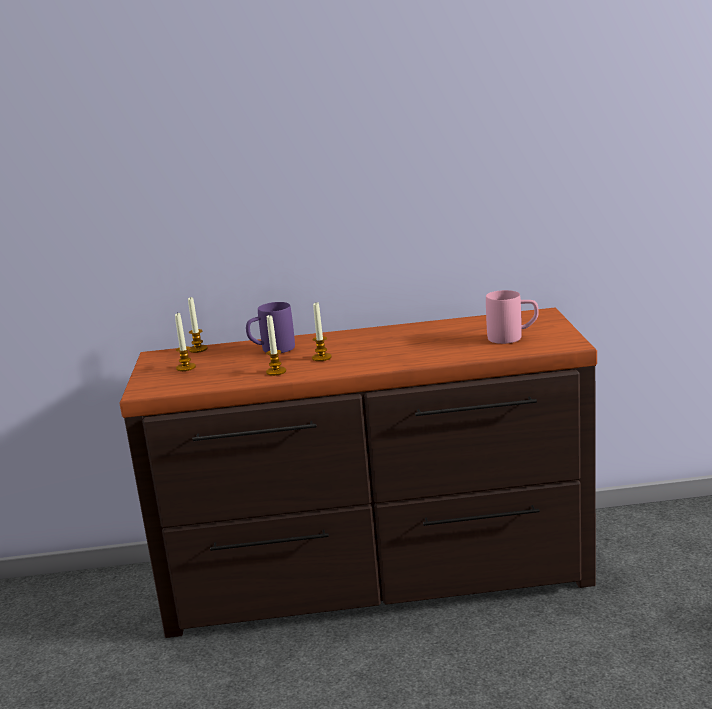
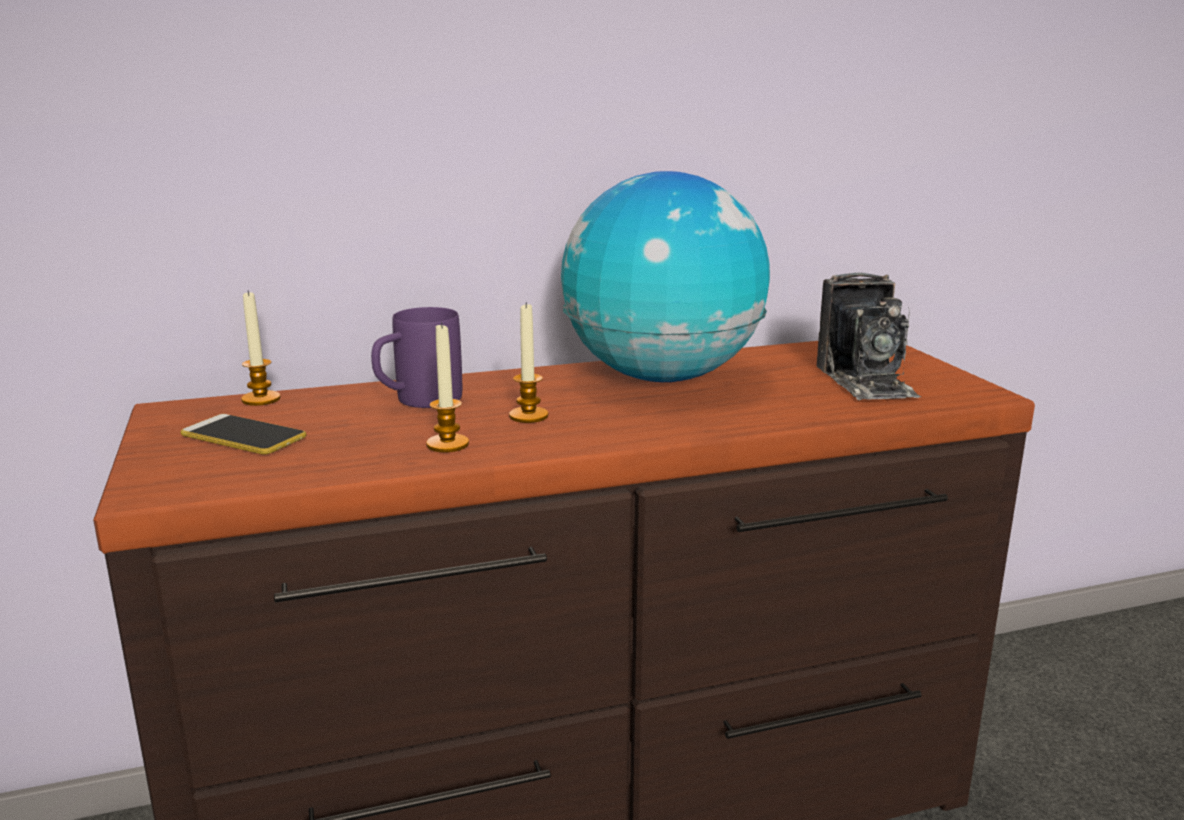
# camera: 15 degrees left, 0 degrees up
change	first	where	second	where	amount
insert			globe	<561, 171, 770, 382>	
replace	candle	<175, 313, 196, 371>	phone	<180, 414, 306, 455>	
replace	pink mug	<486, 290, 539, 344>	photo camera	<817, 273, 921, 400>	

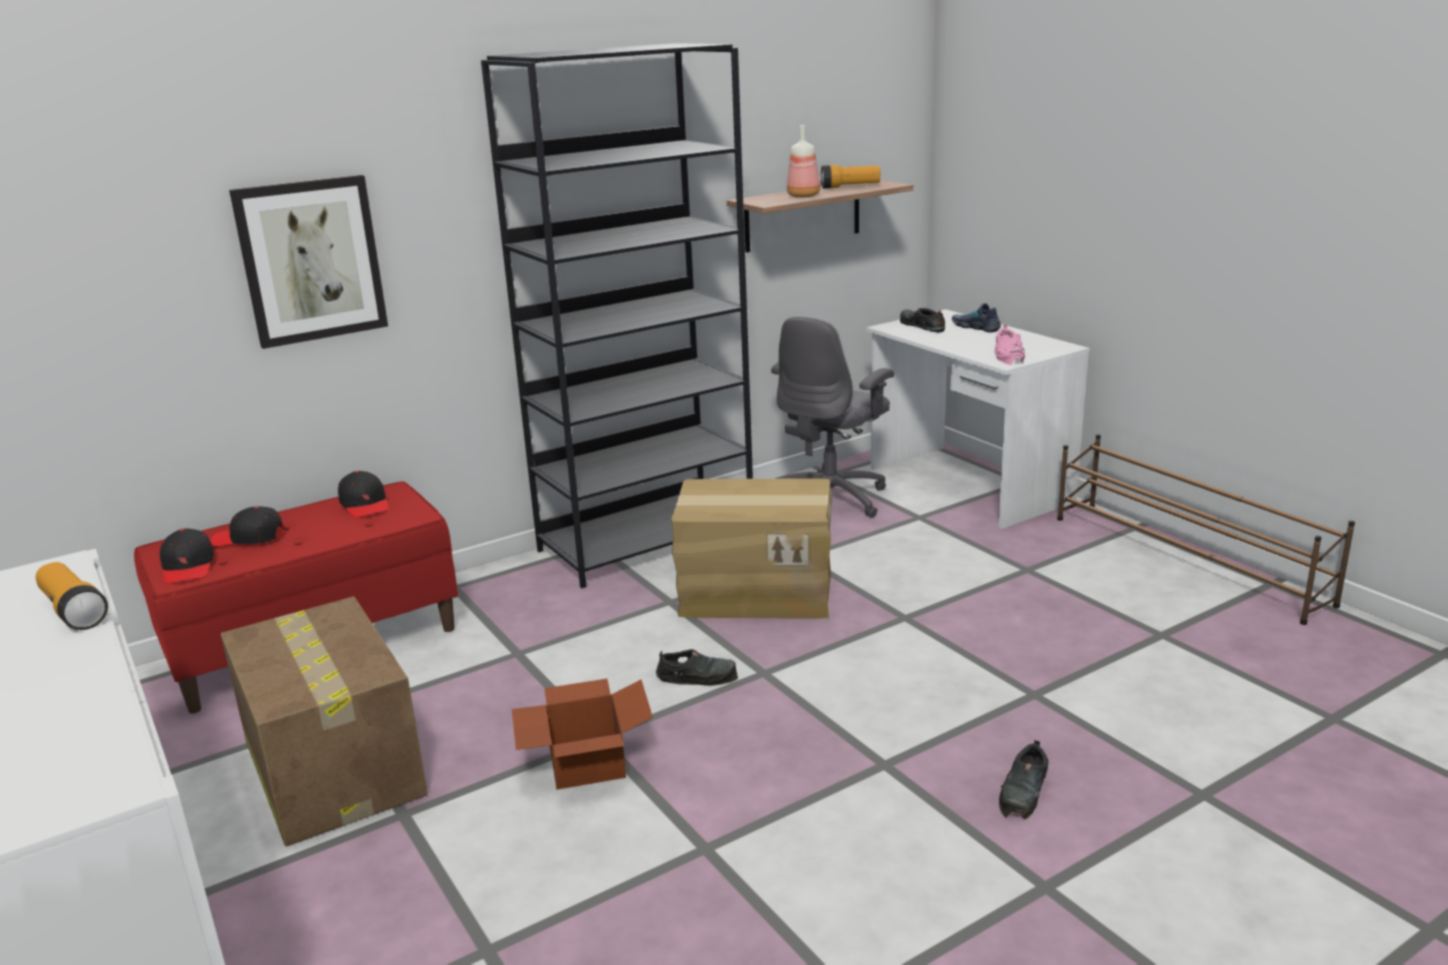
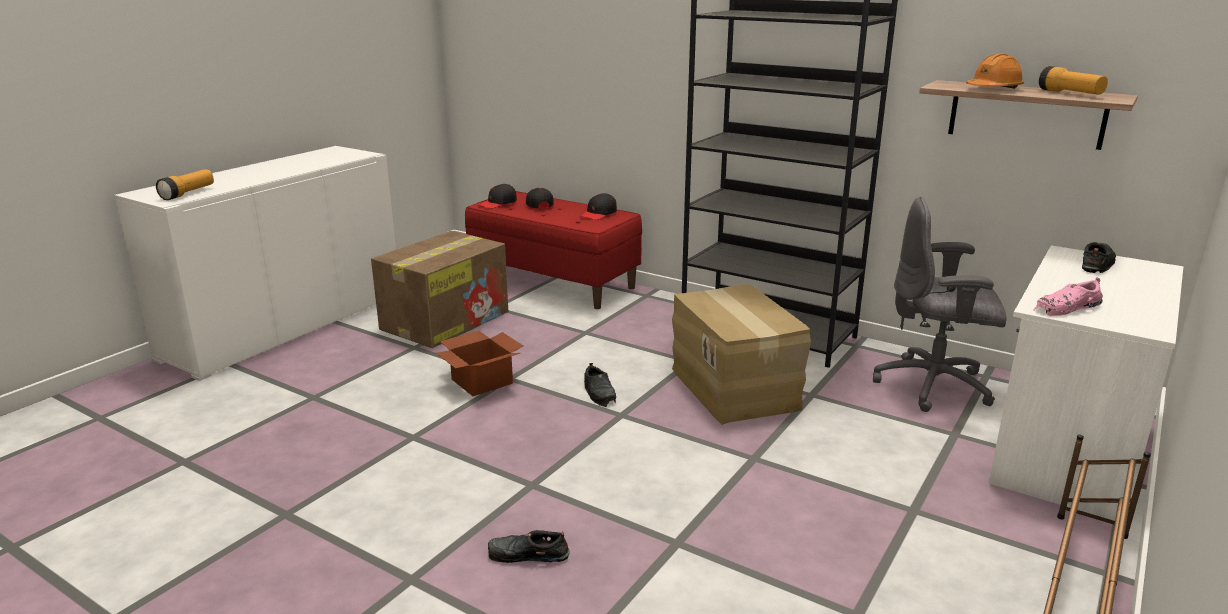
# camera: 65 degrees right, 0 degrees up
change	first	where	second	where	amount
delete	picture	<229, 175, 388, 349>			
delete	shoe	<952, 303, 1001, 333>			
move	flashlight	<36, 562, 108, 630>		<156, 169, 214, 200>	
replace	bottle	<787, 125, 820, 198>	orange hard hat	<966, 53, 1024, 89>	

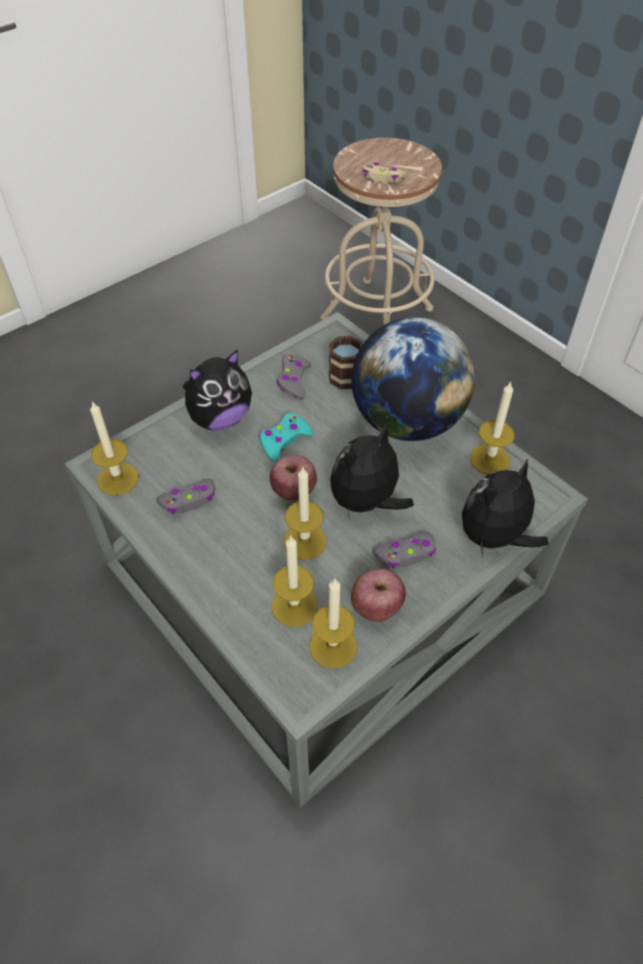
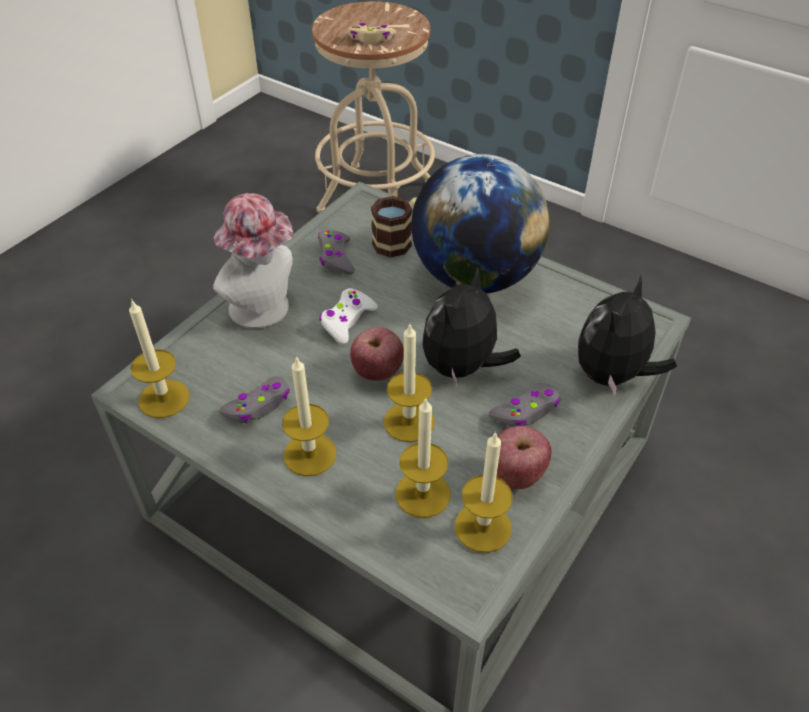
# camera: 15 degrees left, 5 degrees down
change	first	where	second	where	amount
move	candle	<470, 381, 515, 475>		<282, 356, 336, 476>	
replace	plush toy	<183, 349, 252, 431>	hat	<213, 193, 293, 328>	
recolor	turquoise game controller	<259, 413, 313, 462>	white game controller	<319, 288, 378, 345>	

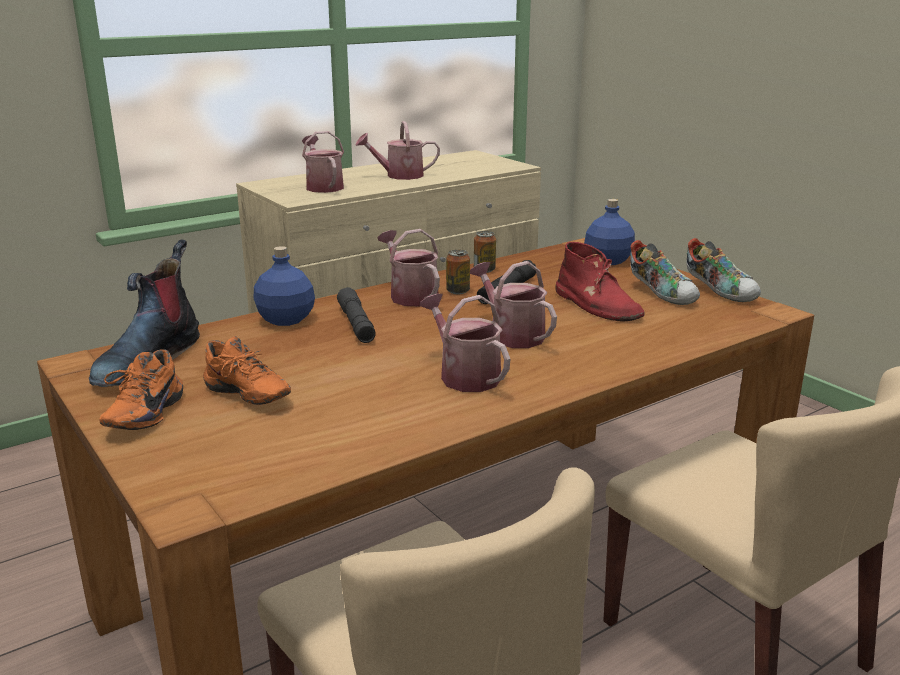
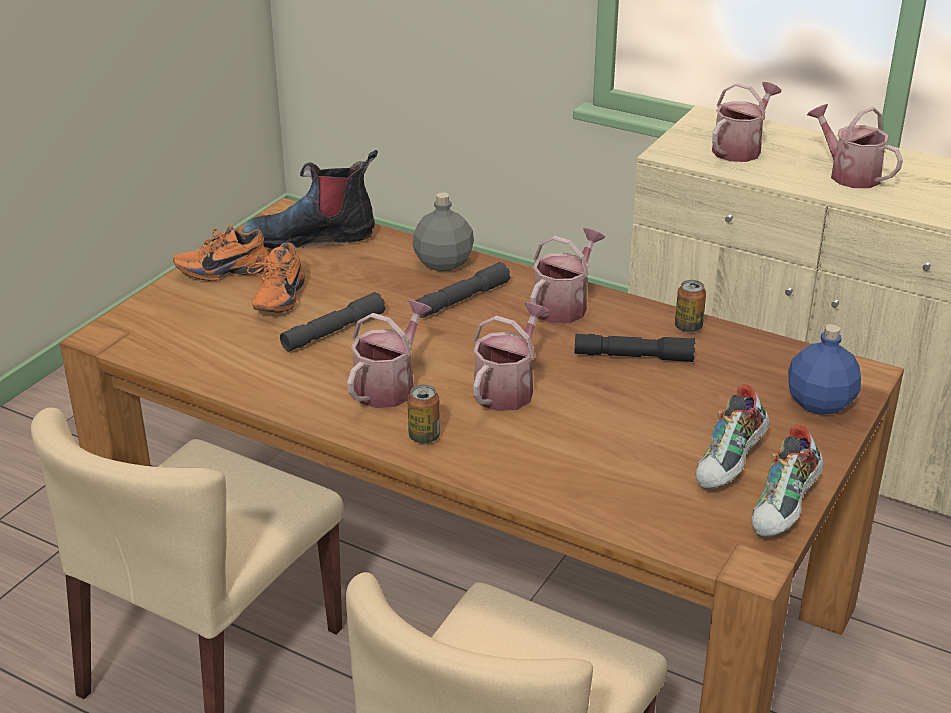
# camera: 65 degrees right, 10 degrees up
change	first	where	second	where	amount
delete	red boot	<555, 242, 645, 321>			
insert			grey flashlight	<280, 292, 386, 351>	
move	can	<446, 250, 470, 294>		<407, 385, 440, 444>	
recolor	blue bottle	<254, 246, 315, 326>	grey bottle	<412, 192, 474, 272>	

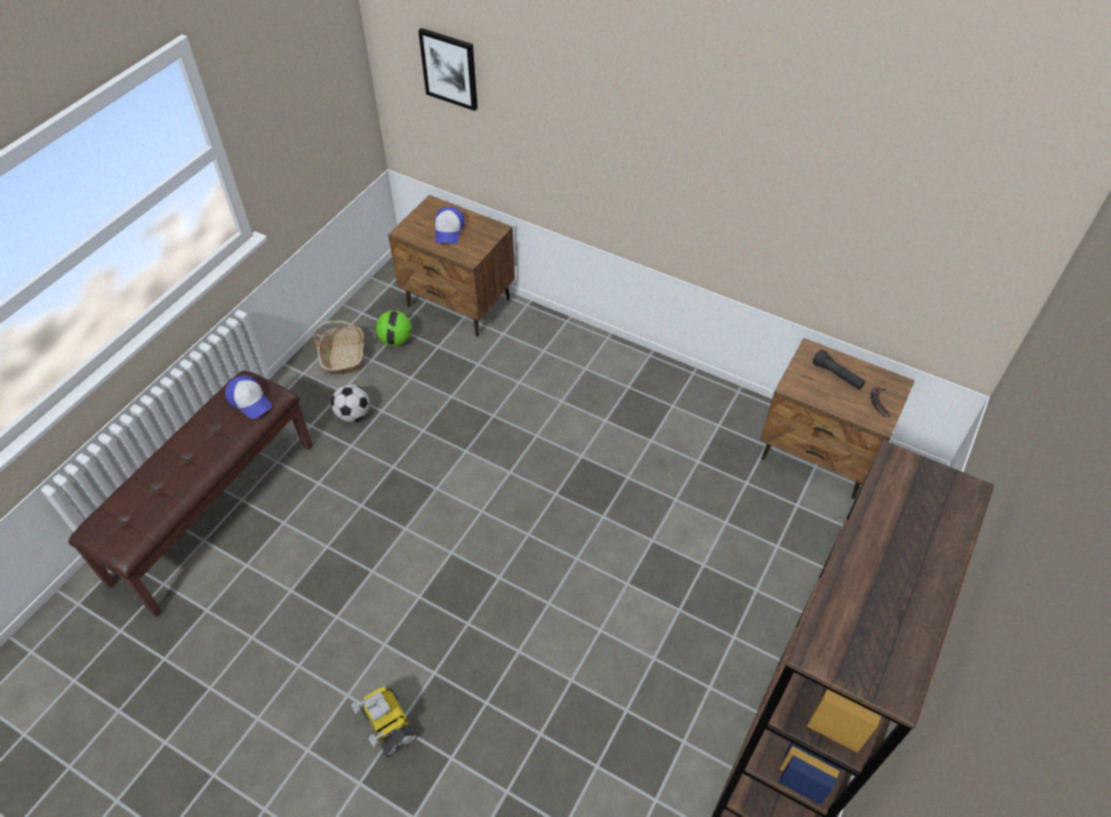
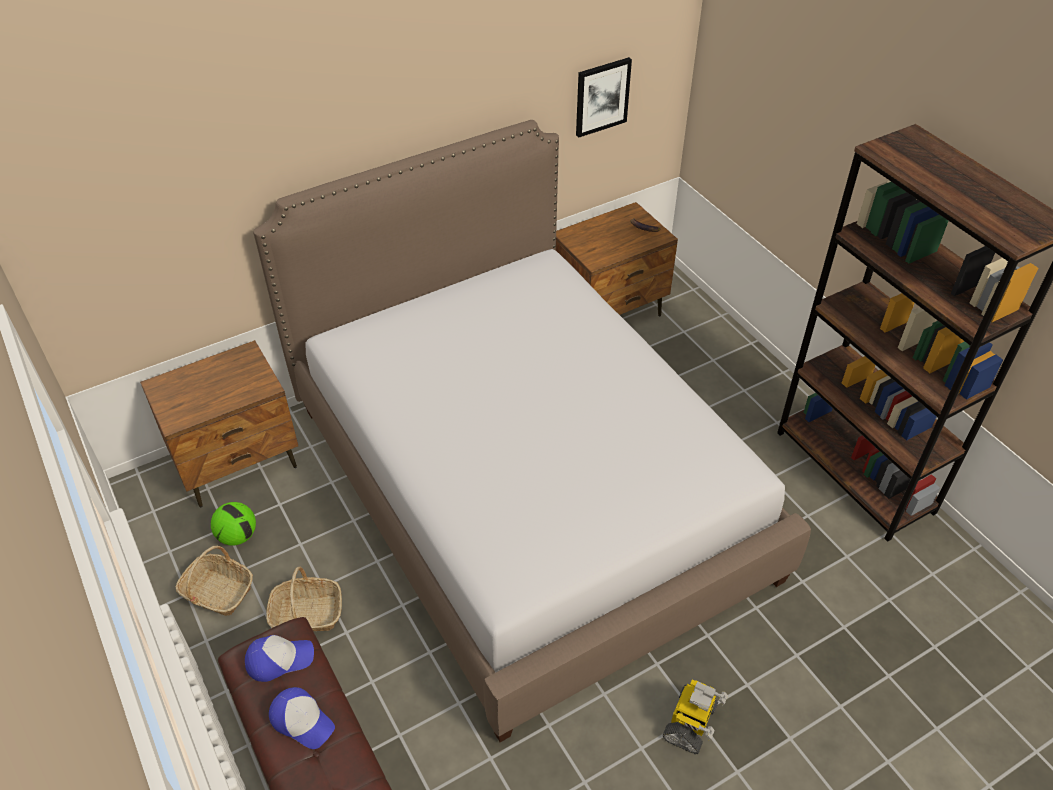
# camera: 60 degrees left, 5 degrees down
change	first	where	second	where	amount
delete	black flashlight	<812, 350, 865, 390>			
insert			bed	<253, 120, 811, 742>	
move	picture	<418, 28, 478, 111>		<576, 57, 632, 138>	
move	cap	<435, 207, 465, 244>		<269, 687, 335, 749>	
replace	football	<331, 384, 370, 422>	basket	<266, 567, 342, 631>	
rotate	toy robot	<351, 687, 418, 757>		<662, 680, 728, 754>	60 degrees counterclockwise

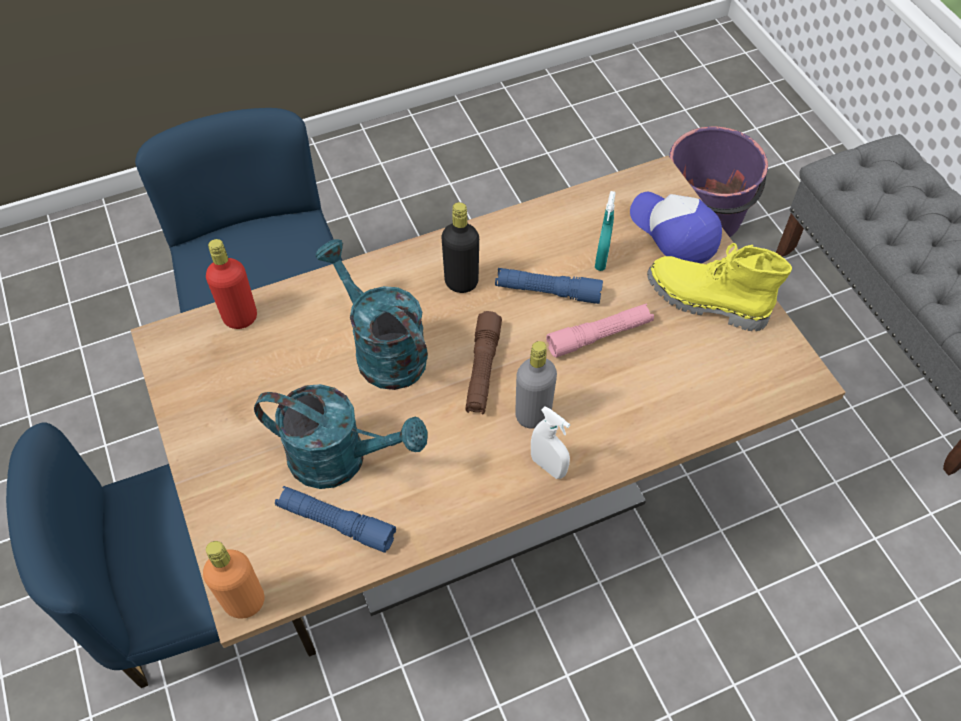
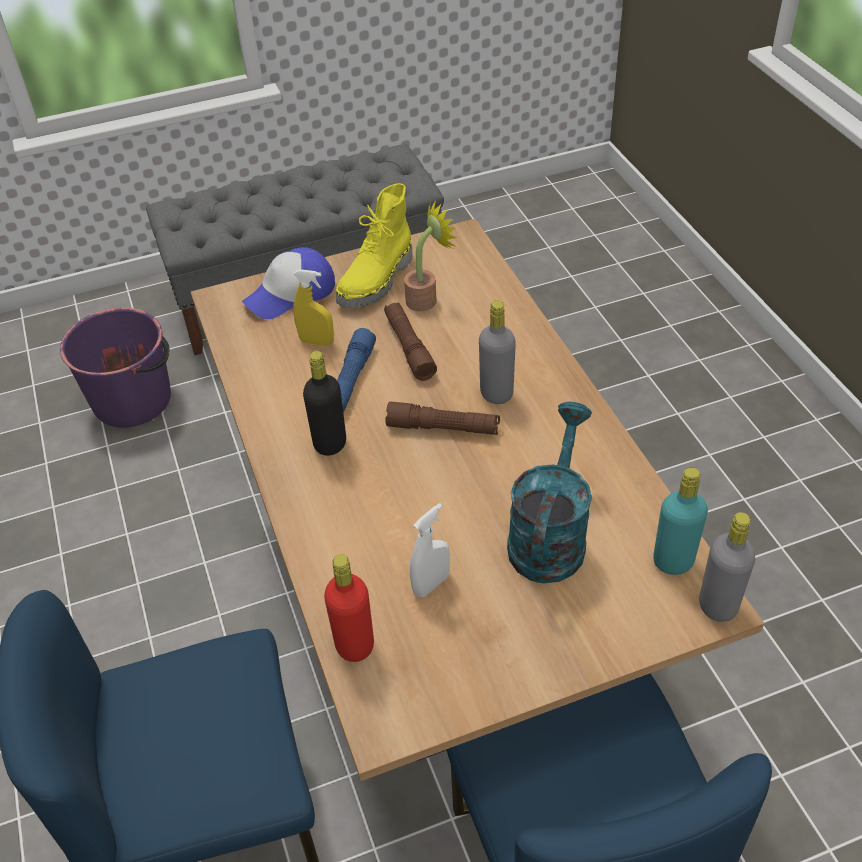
# camera: 85 degrees left, 10 degrees down
change	first	where	second	where	amount
delete	blue flashlight	<275, 486, 396, 553>			
delete	turquoise watering can	<315, 239, 428, 390>			
insert			potted plant	<404, 200, 457, 311>	
insert			turquoise bottle	<653, 468, 708, 575>	
move	white spray bottle	<531, 406, 570, 479>		<410, 503, 450, 597>	
recolor	orange bottle	<203, 541, 264, 619>	grey bottle	<699, 512, 755, 622>	
recolor	pink flashlight	<546, 304, 654, 358>	brown flashlight	<384, 302, 437, 381>	
recolor	turquoise spray bottle	<595, 191, 616, 271>	yellow spray bottle	<293, 269, 334, 346>	

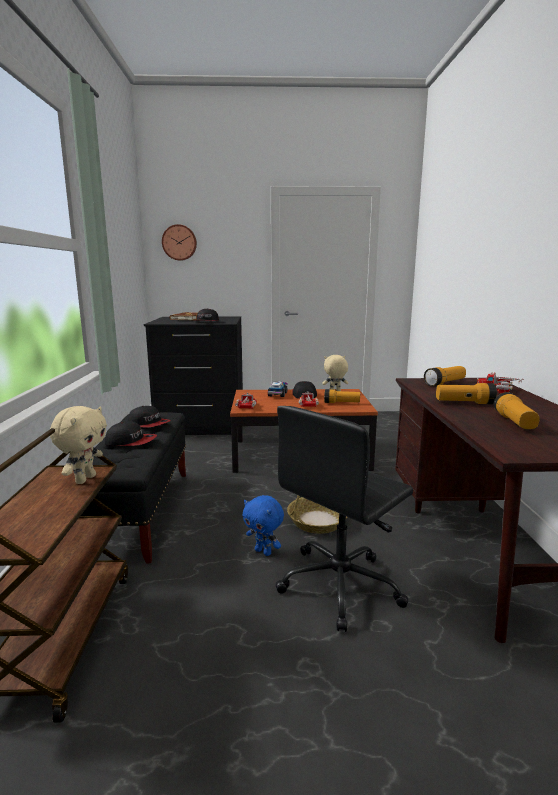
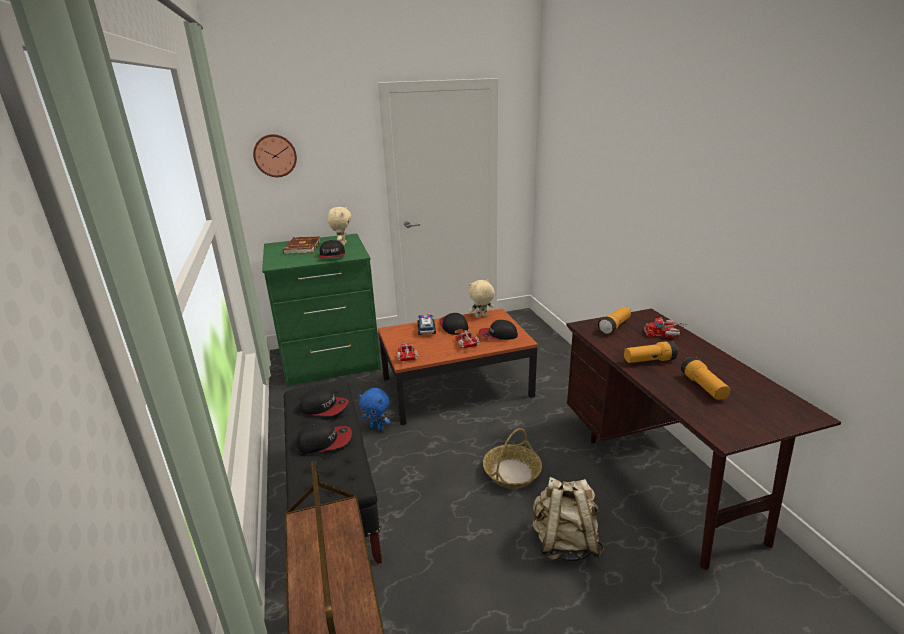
# camera: 15 degrees left, 10 degrees up
change	first	where	second	where	amount
move	beige plush toy	<50, 406, 107, 484>		<328, 207, 351, 246>	
move	blue plush toy	<242, 495, 284, 556>		<359, 388, 391, 431>	
replace	black office chair	<275, 406, 413, 632>	beige backpack	<532, 477, 604, 561>	
replace	flashlight	<324, 389, 360, 403>	cap	<479, 320, 518, 340>	
recolor	black dresser	<144, 317, 243, 435>	green dresser	<262, 234, 381, 387>	

